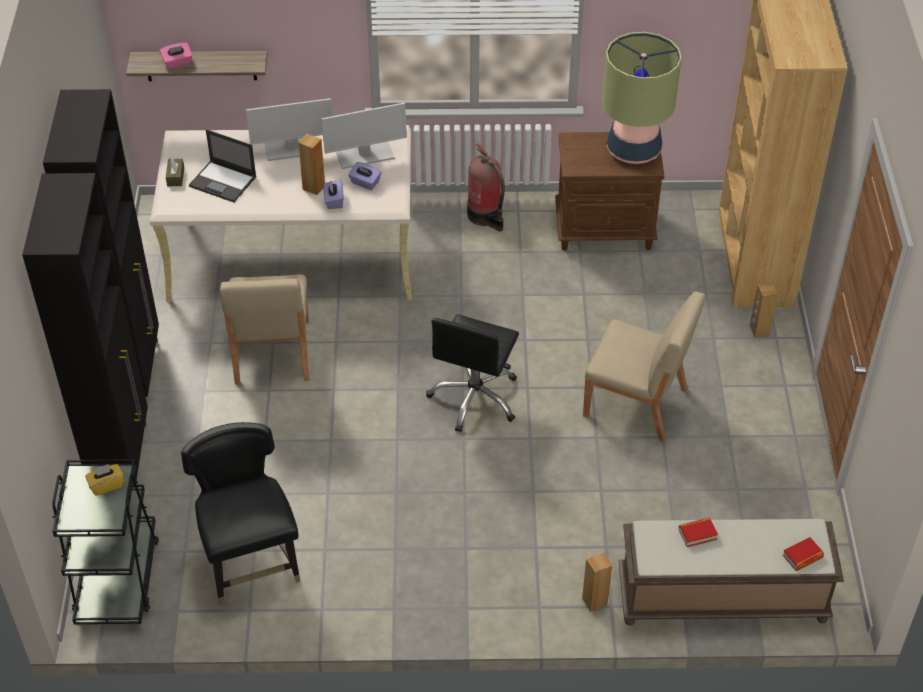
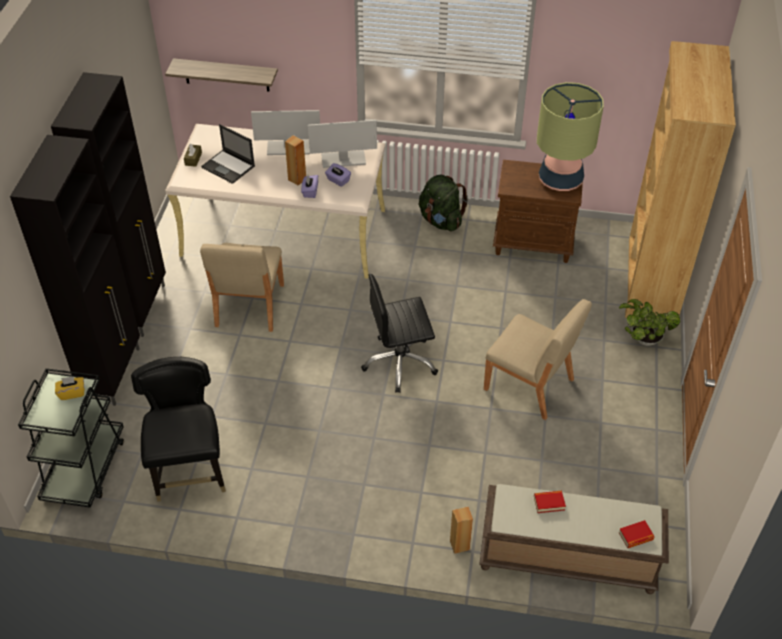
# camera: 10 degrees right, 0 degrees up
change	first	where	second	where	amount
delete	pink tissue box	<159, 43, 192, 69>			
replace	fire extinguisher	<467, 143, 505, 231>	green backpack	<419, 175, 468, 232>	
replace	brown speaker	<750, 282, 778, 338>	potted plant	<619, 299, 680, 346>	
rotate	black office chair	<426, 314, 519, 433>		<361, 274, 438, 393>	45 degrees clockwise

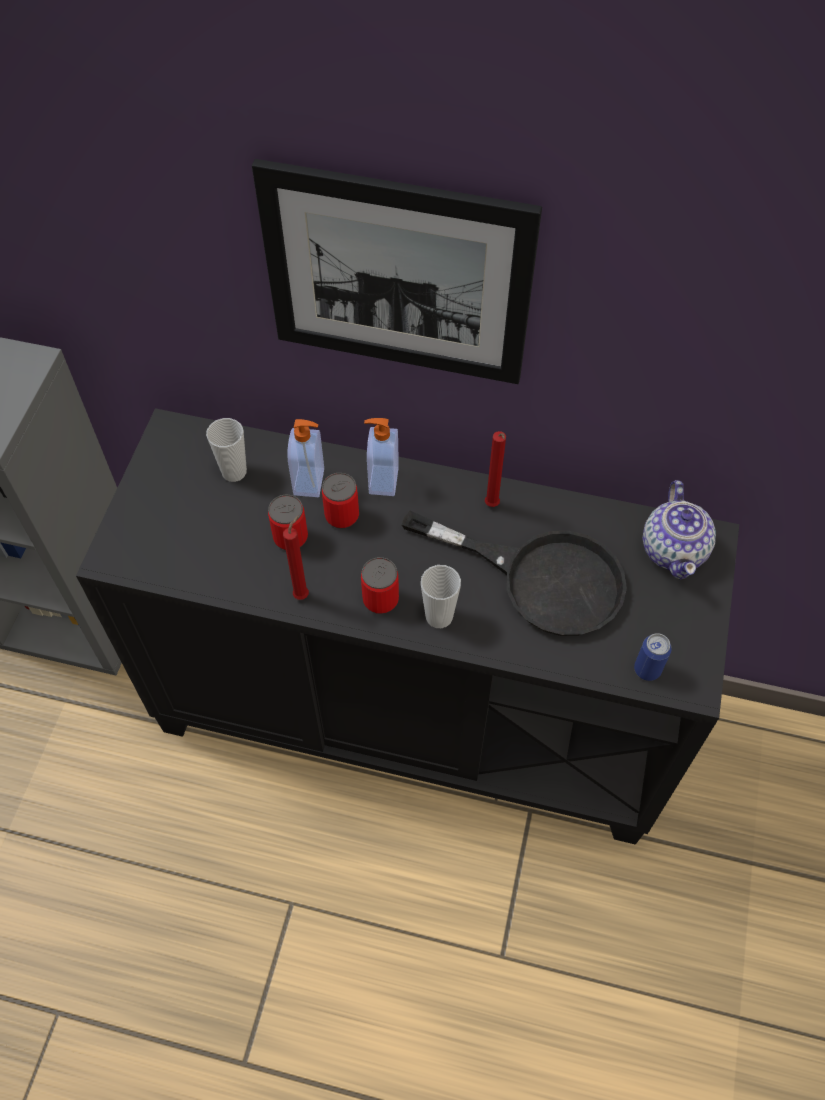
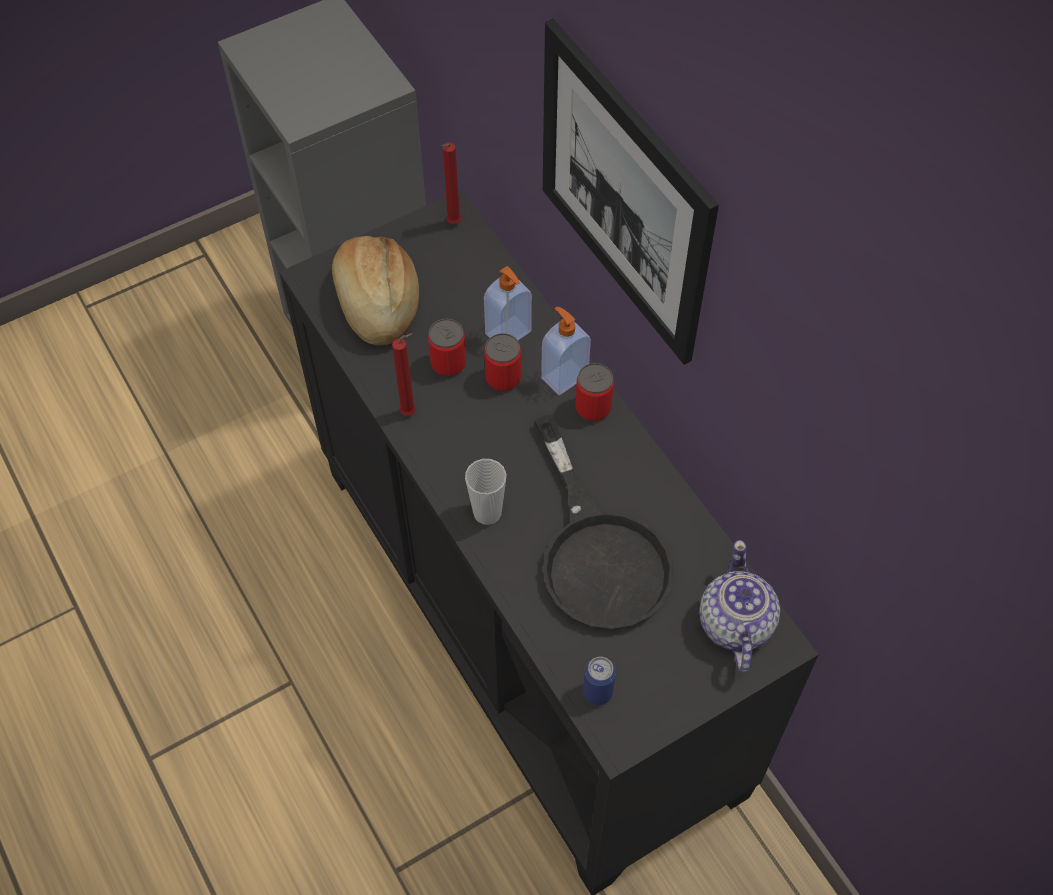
# camera: 45 degrees right, 0 degrees up
change	first	where	second	where	amount
delete	cup	<206, 418, 247, 482>			
insert			bread	<332, 236, 419, 345>	
move	can	<361, 557, 399, 614>		<575, 363, 614, 421>	
move	red candle	<485, 431, 506, 507>		<441, 143, 461, 224>	
rotate	teapot	<642, 480, 716, 580>		<699, 540, 781, 672>	135 degrees clockwise

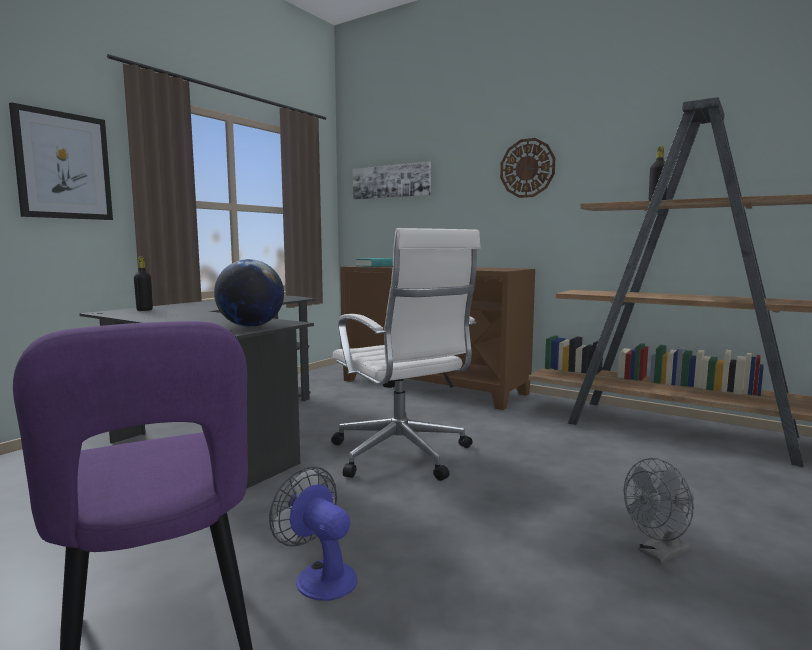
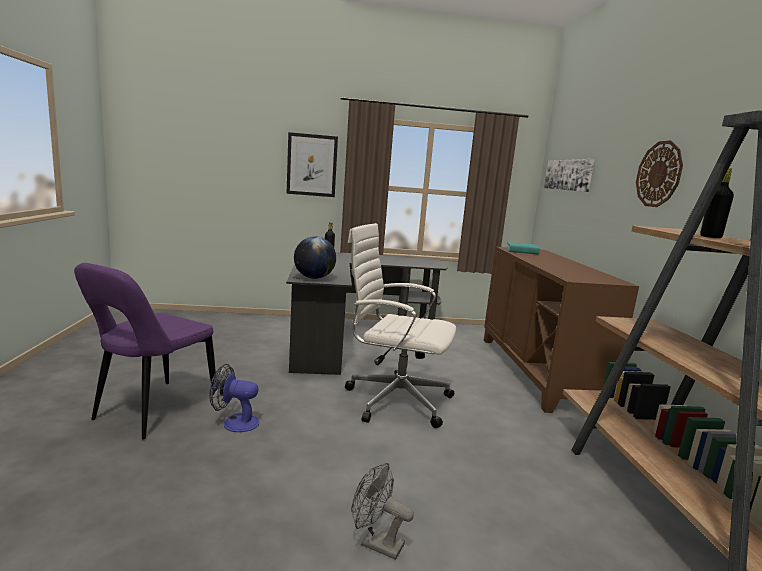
# camera: 50 degrees right, 5 degrees up
change	first	where	second	where	amount
rotate	fan	<269, 466, 358, 601>		<209, 364, 259, 432>	90 degrees counterclockwise
rotate	white office chair	<331, 228, 481, 481>		<345, 223, 457, 428>	90 degrees clockwise

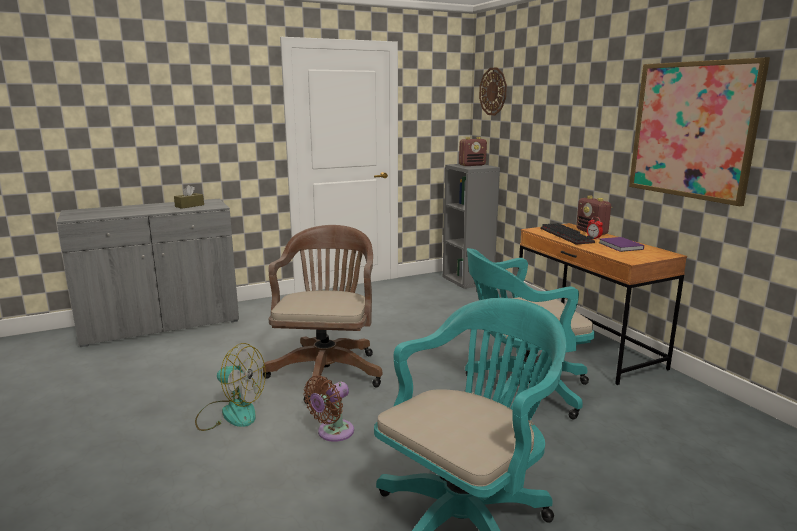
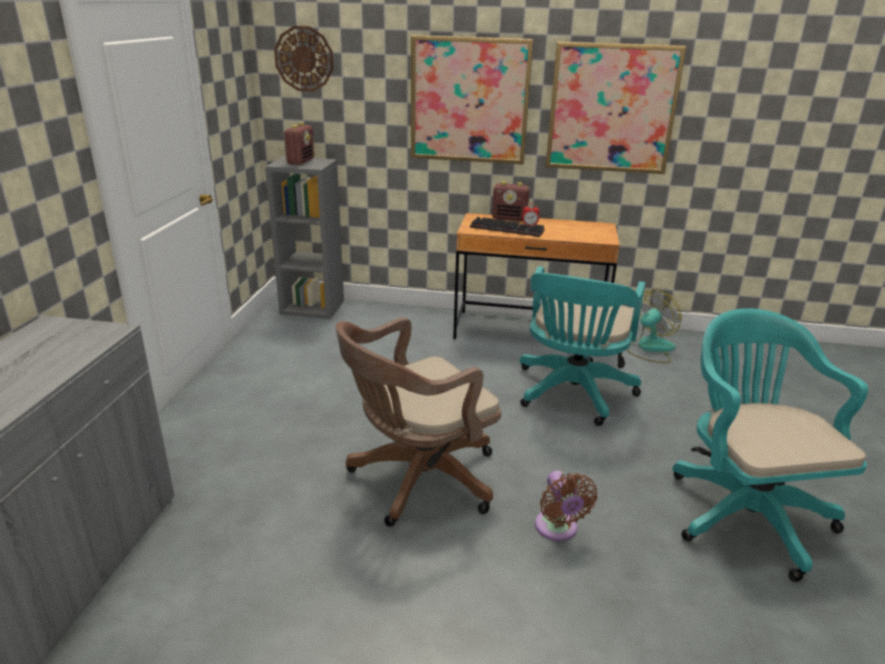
# camera: 55 degrees left, 10 degrees up
change	first	where	second	where	amount
delete	brown tissue box	<174, 185, 204, 209>			
delete	purple book	<599, 237, 644, 252>			
insert			picture	<411, 35, 533, 165>	
move	fan	<195, 343, 266, 431>		<627, 290, 682, 363>	
rotate	brown office chair	<263, 225, 382, 404>		<335, 317, 501, 527>	75 degrees counterclockwise

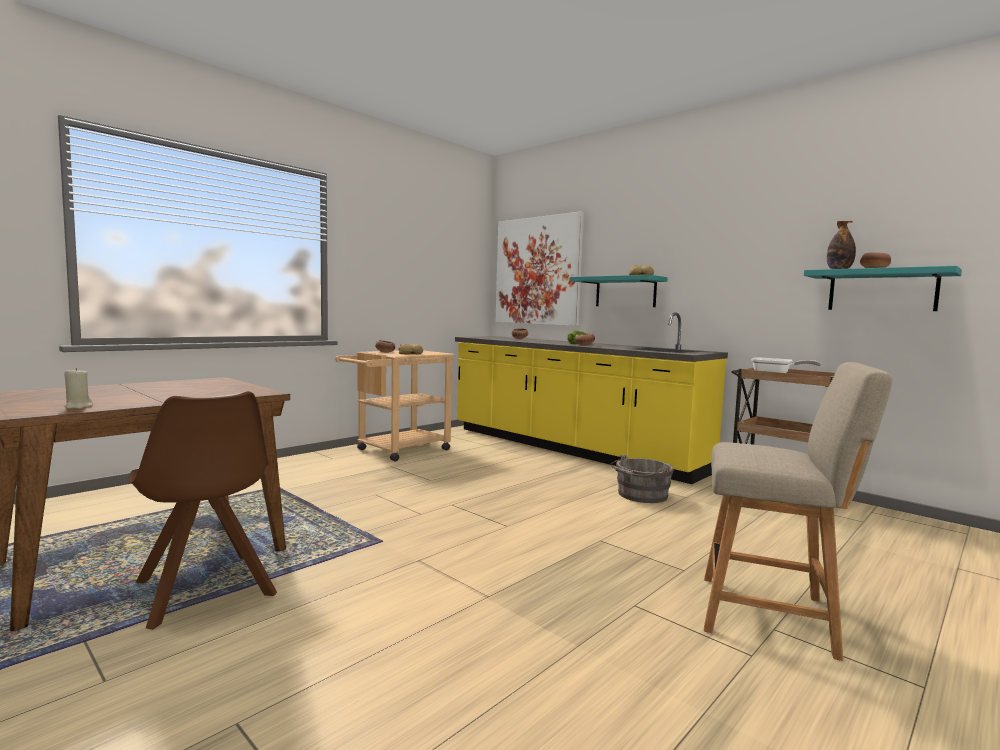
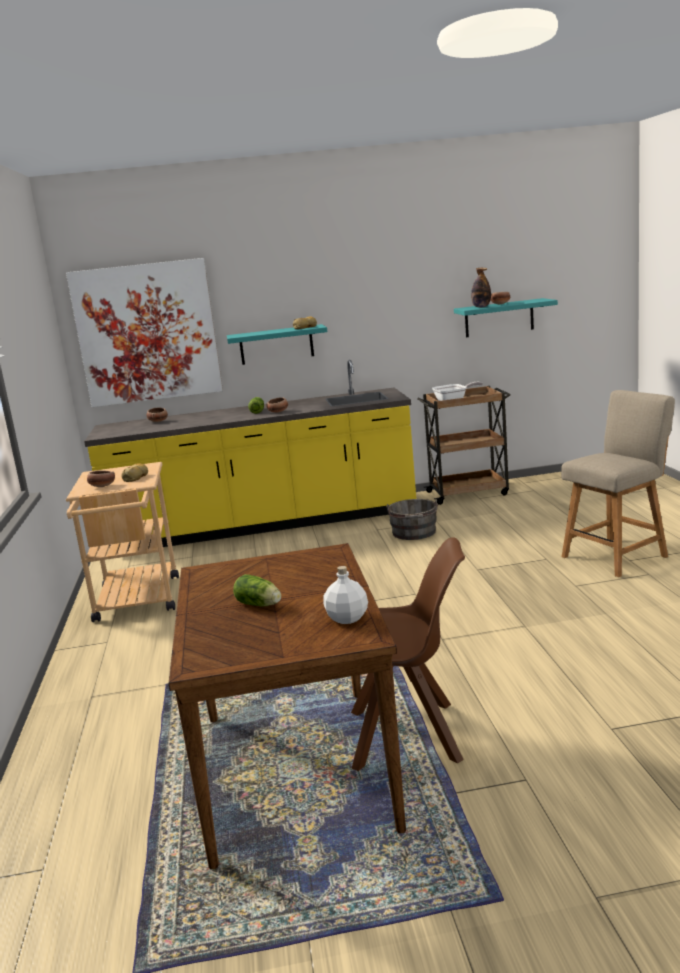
# camera: 50 degrees left, 10 degrees up
change	first	where	second	where	amount
insert			lettuce	<233, 574, 281, 606>	
replace	beige candle	<64, 368, 93, 409>	white bottle	<324, 566, 368, 624>	

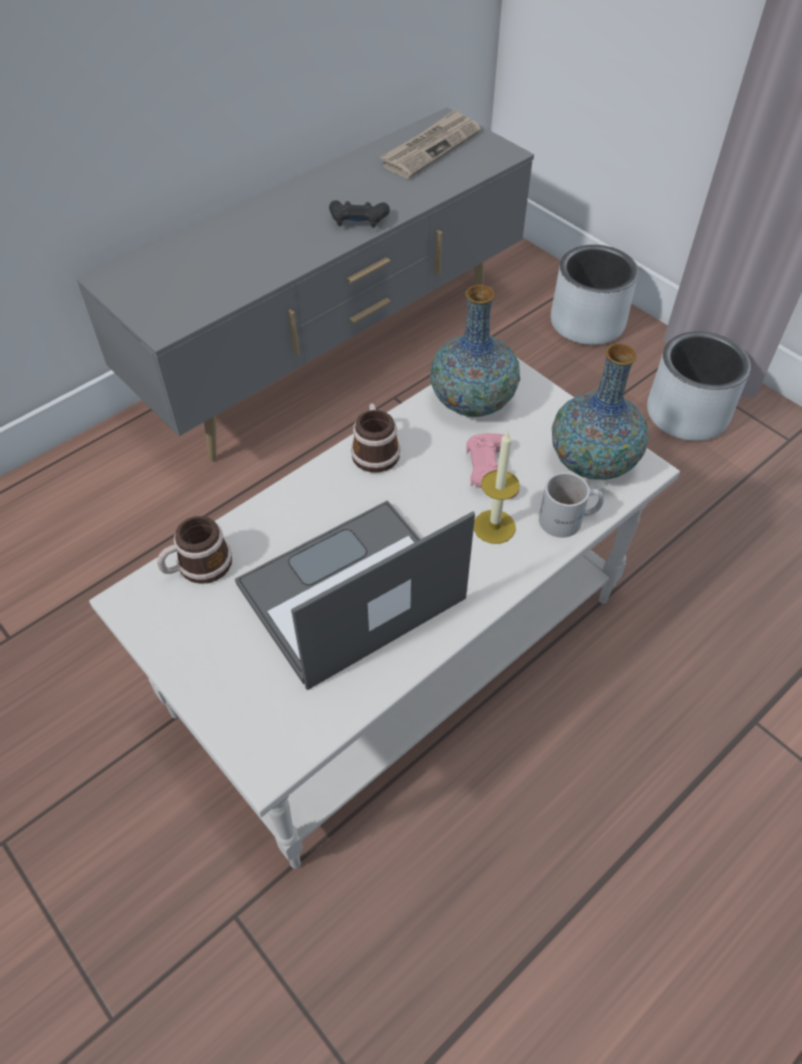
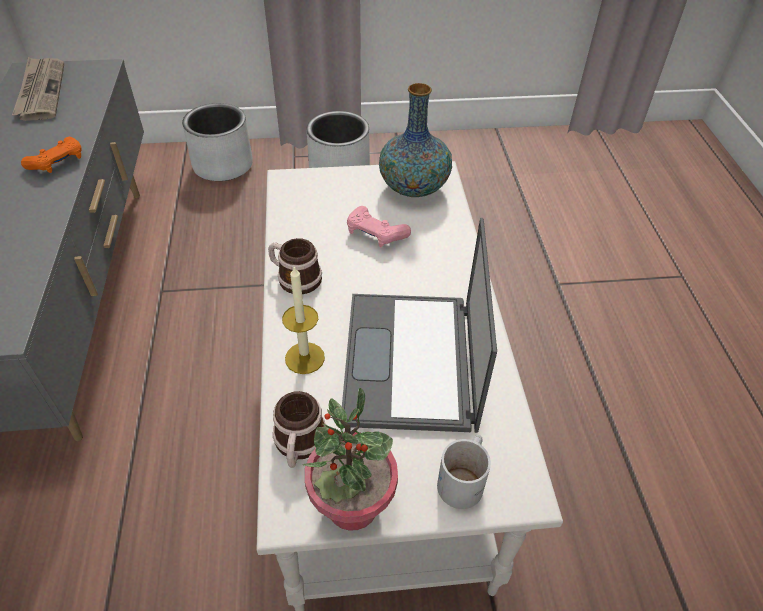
# camera: 55 degrees left, 5 degrees down
change	first	where	second	where	amount
delete	vase	<430, 285, 520, 417>			
insert			potted plant	<303, 388, 398, 531>	
move	candle	<474, 431, 520, 544>		<282, 266, 325, 374>	
move	white mug	<539, 472, 604, 538>		<437, 435, 491, 509>	
recolor	black game controller	<329, 200, 390, 228>	orange game controller	<21, 137, 81, 173>	

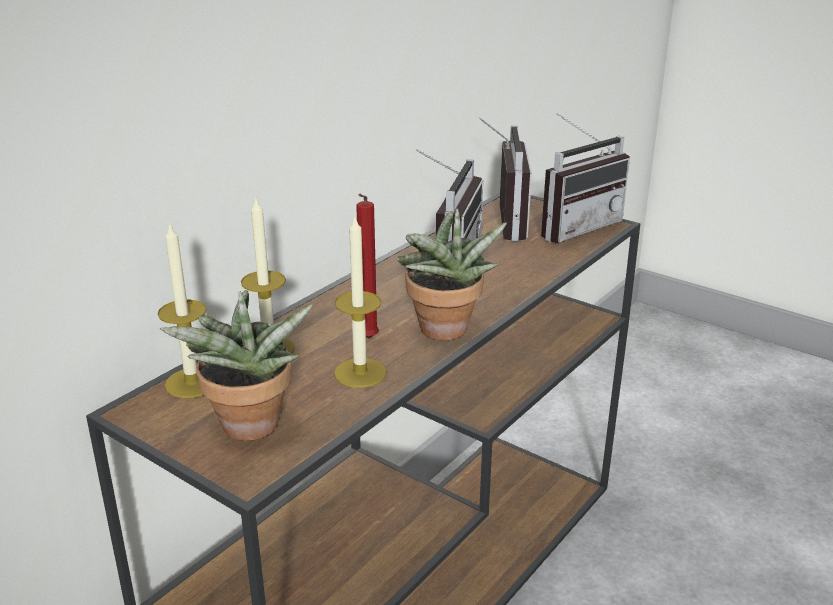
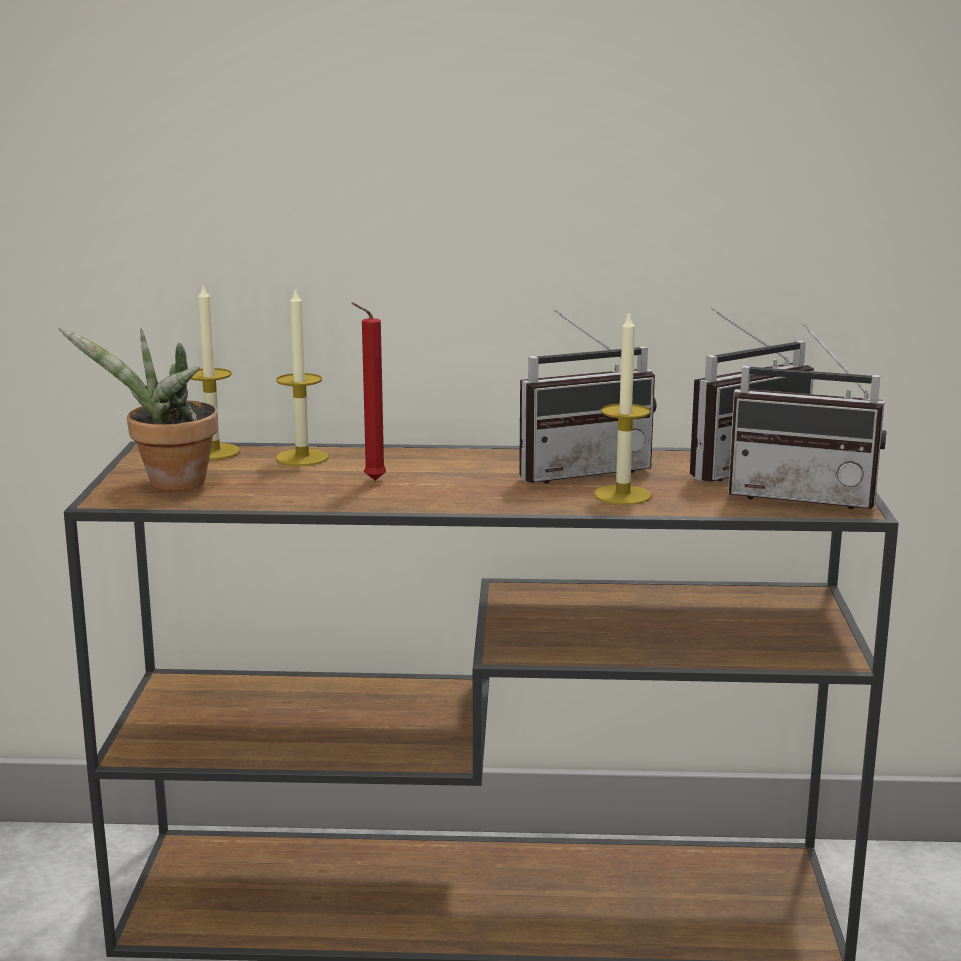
# camera: 55 degrees right, 10 degrees down
change	first	where	second	where	amount
delete	potted plant	<397, 208, 507, 341>			
move	candle	<334, 215, 387, 388>		<594, 314, 652, 505>	

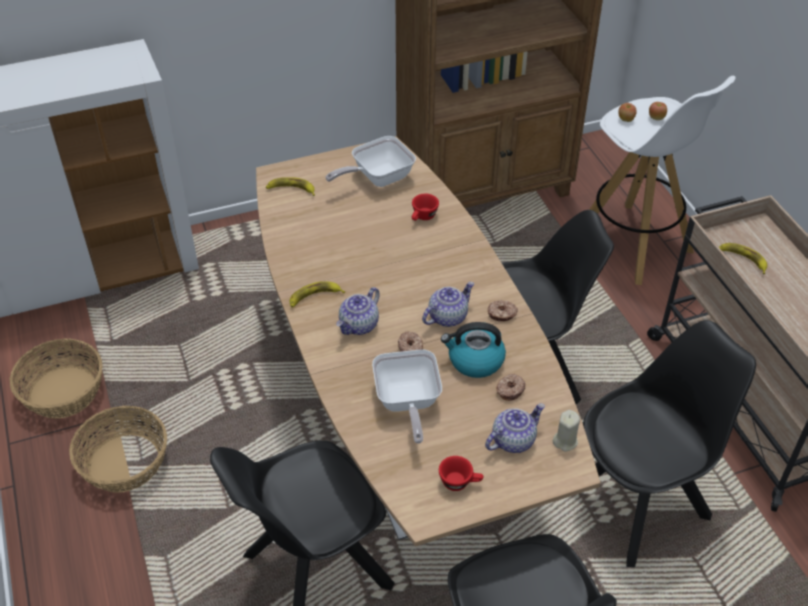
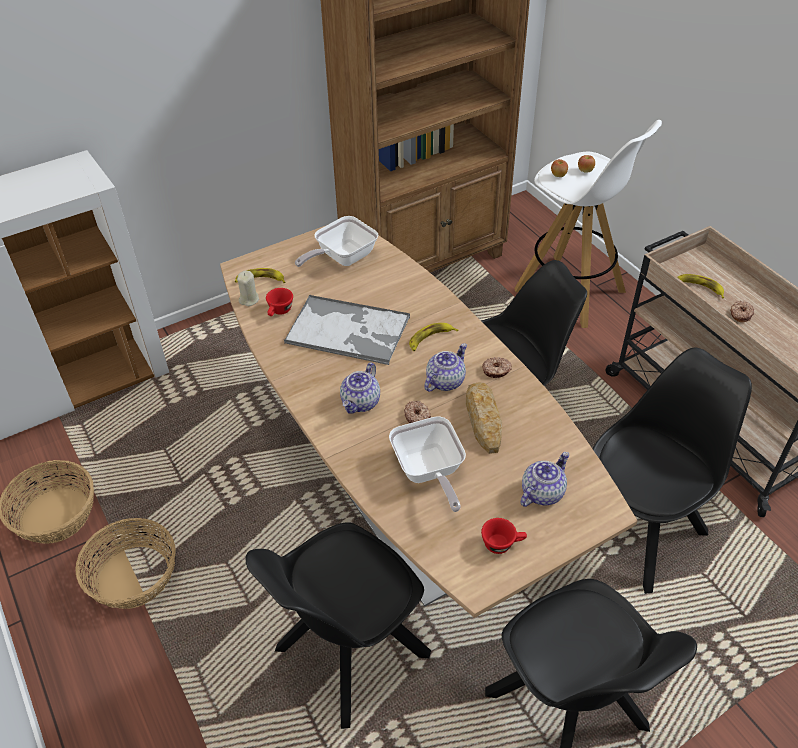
# camera: 10 degrees left, 0 degrees up
change	first	where	second	where	amount
insert			tray	<284, 295, 410, 365>	
move	banana	<290, 281, 345, 308>		<409, 323, 458, 351>	
move	red cup	<412, 194, 439, 221>		<266, 288, 293, 316>	
move	donut	<496, 374, 526, 401>		<730, 301, 754, 322>	
move	beige candle	<553, 410, 580, 452>		<237, 271, 259, 306>	
replace	kettle	<441, 322, 506, 378>	bread	<466, 383, 502, 454>	

